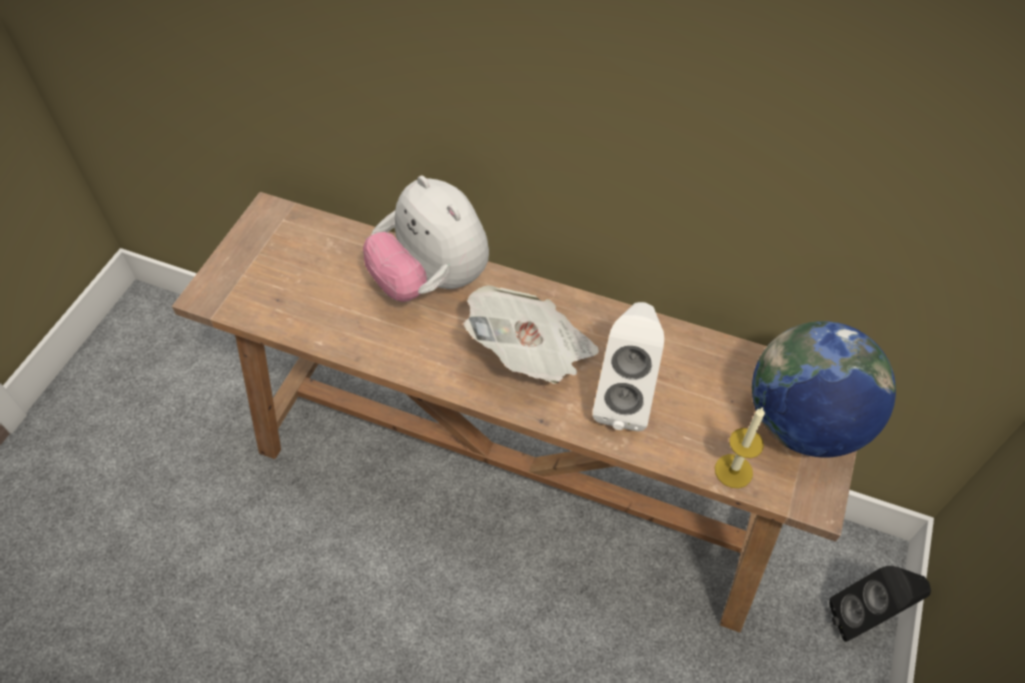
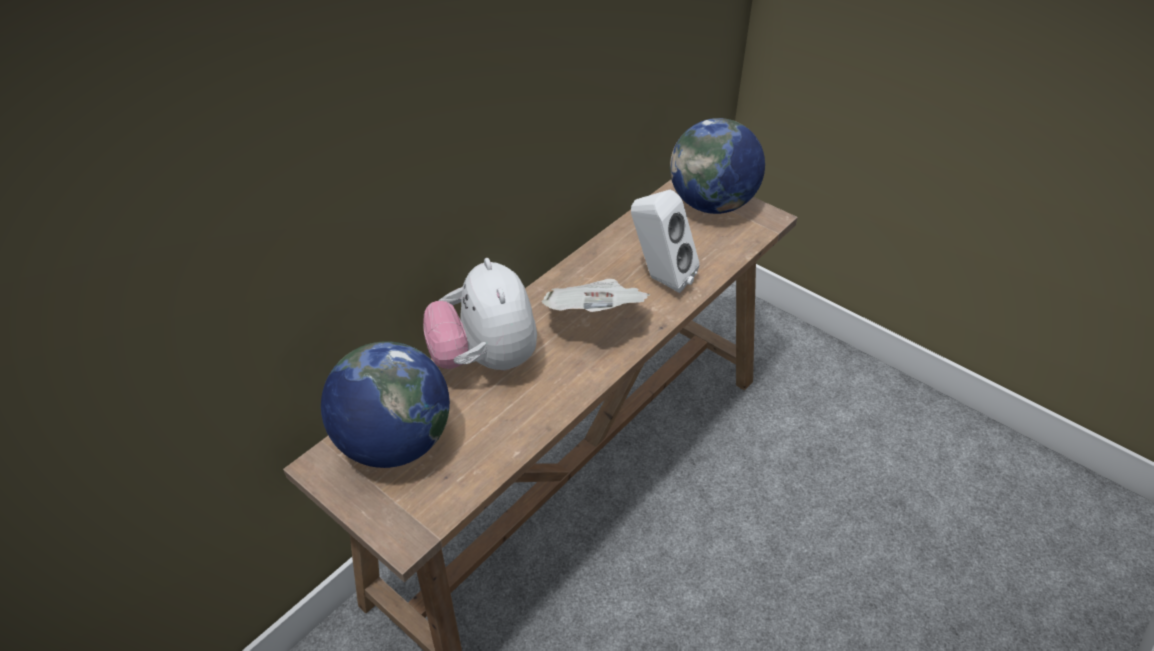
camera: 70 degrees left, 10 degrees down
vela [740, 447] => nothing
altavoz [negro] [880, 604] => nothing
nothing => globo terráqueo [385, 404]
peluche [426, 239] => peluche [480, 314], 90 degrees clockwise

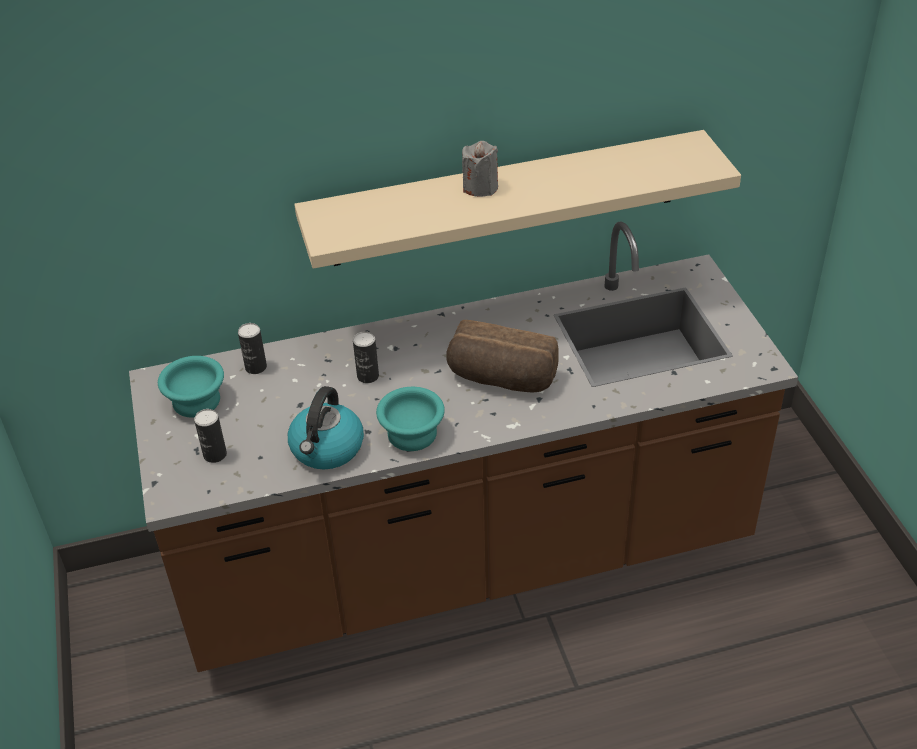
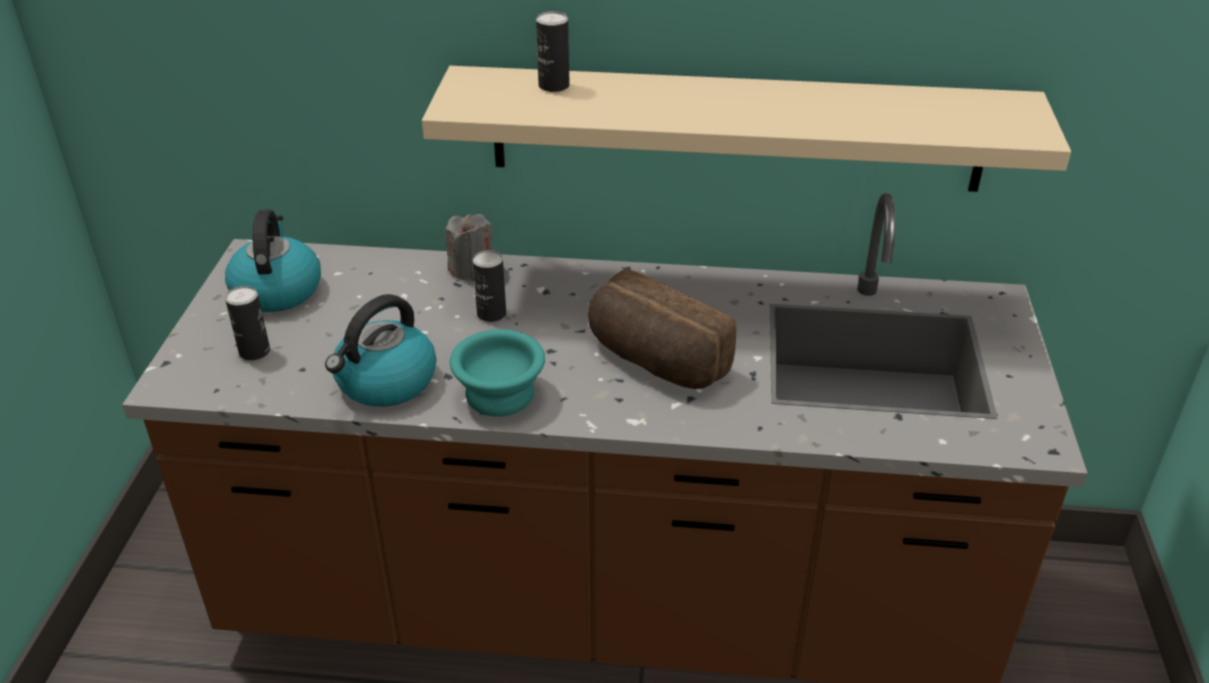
camera: 20 degrees right, 5 degrees down
lata [252, 348] => lata [553, 51], moved
vela [gris] [480, 169] => vela [gris] [469, 248], moved
cuenco [turquesa] [191, 387] => hervidor [273, 260]

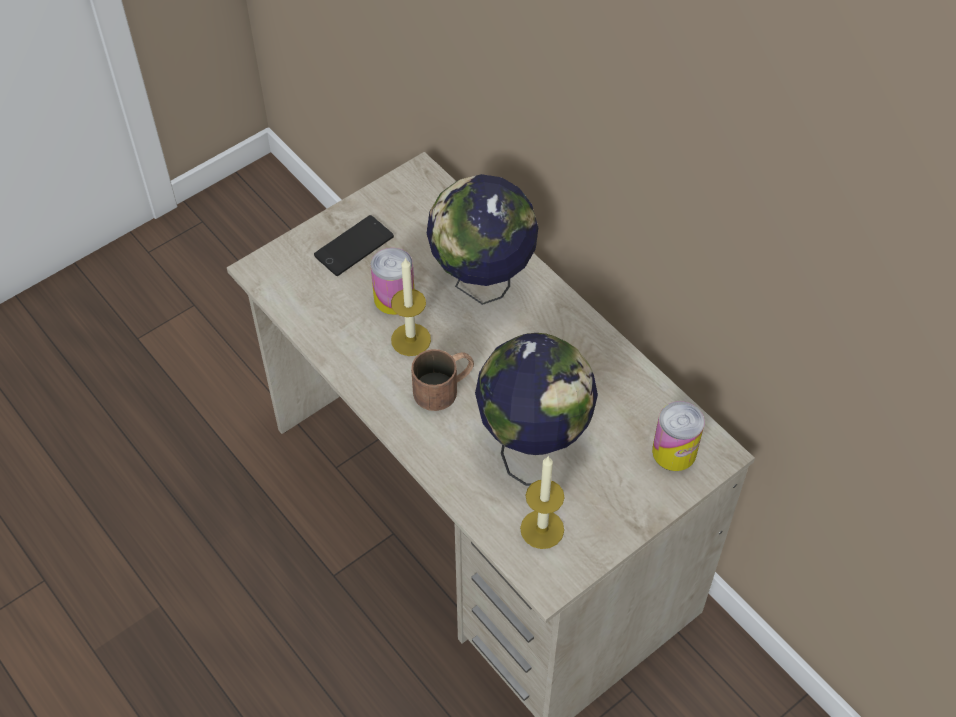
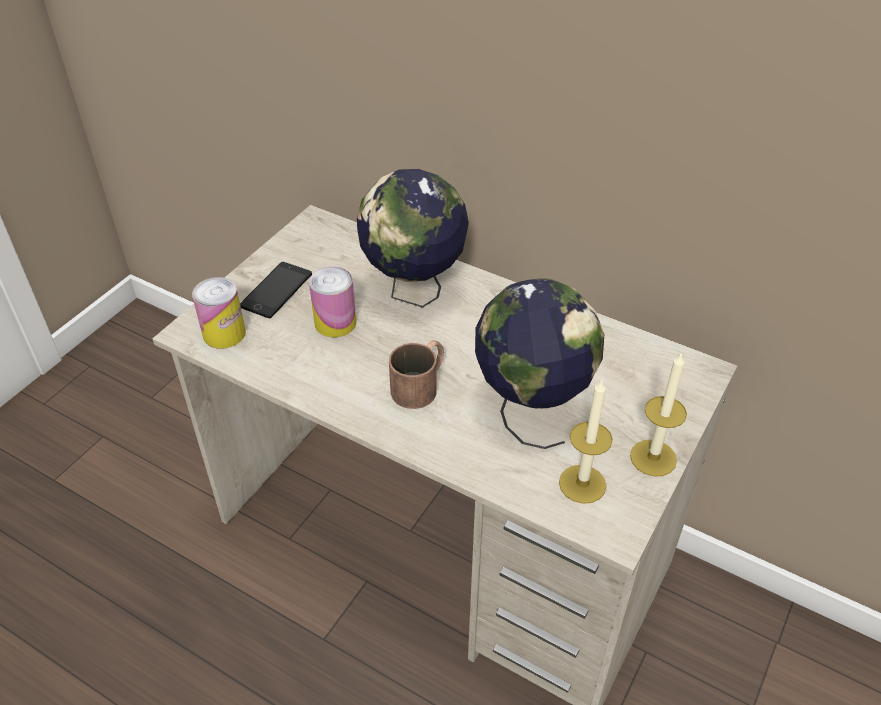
camera: 20 degrees left, 10 degrees down
vela [411, 306] => vela [658, 414], moved
lata [678, 436] => lata [219, 313], moved

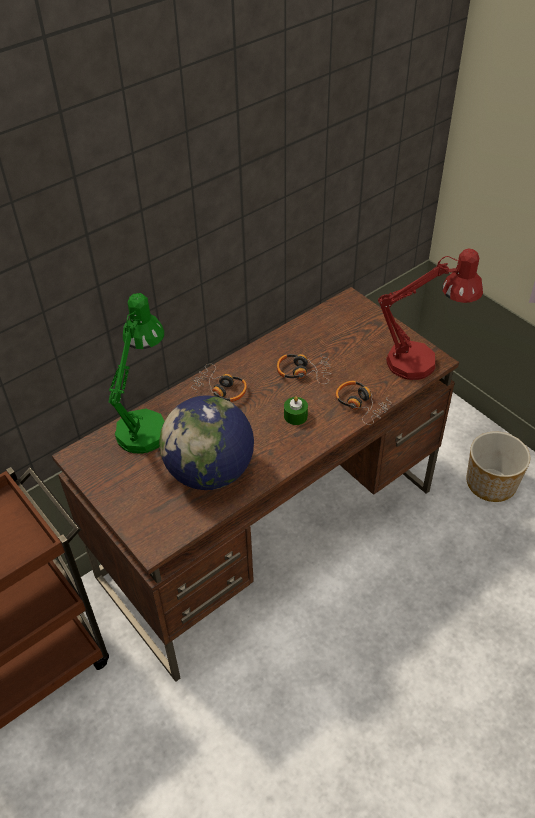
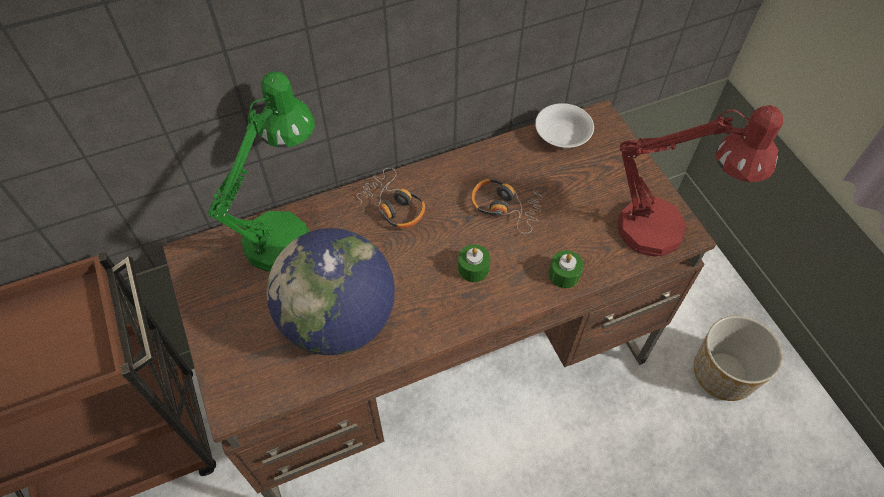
camera: 15 degrees right, 10 degrees up
nothing => cuenco [blanco] [564, 125]
auriculares [363, 403] => vela [verde] [566, 269]

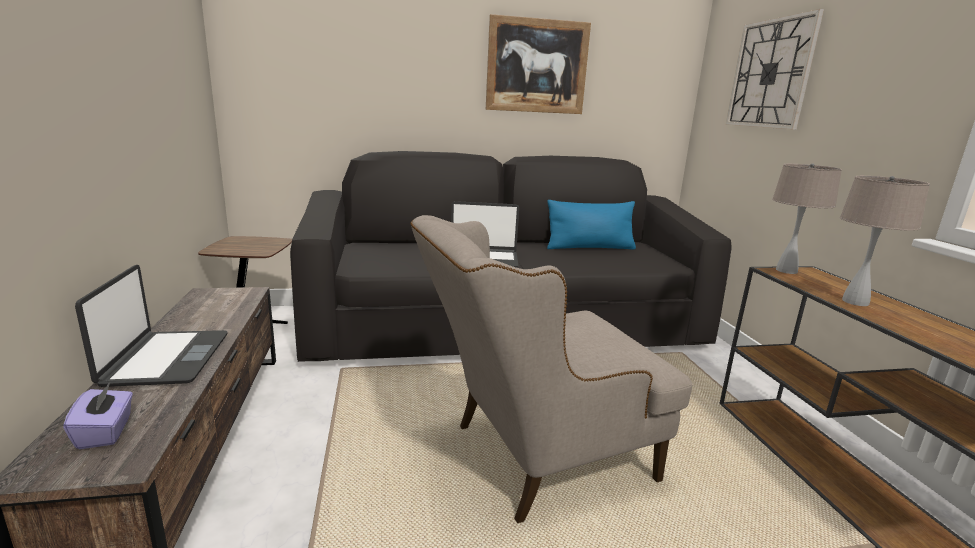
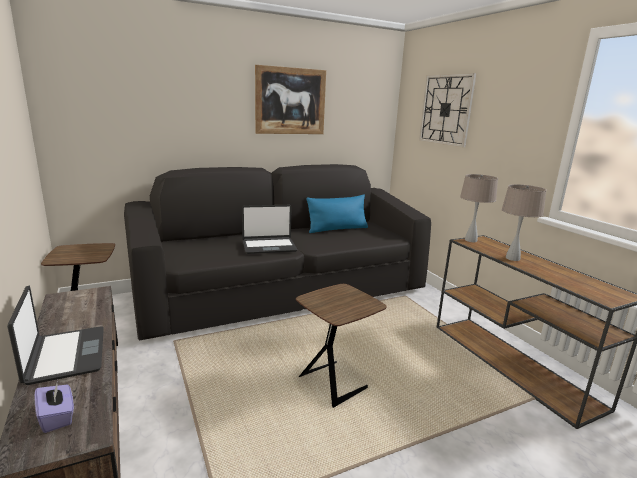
camera: 15 degrees left, 0 degrees up
sillón [beis] [551, 369] => mesa auxiliar [marrón] [341, 346]

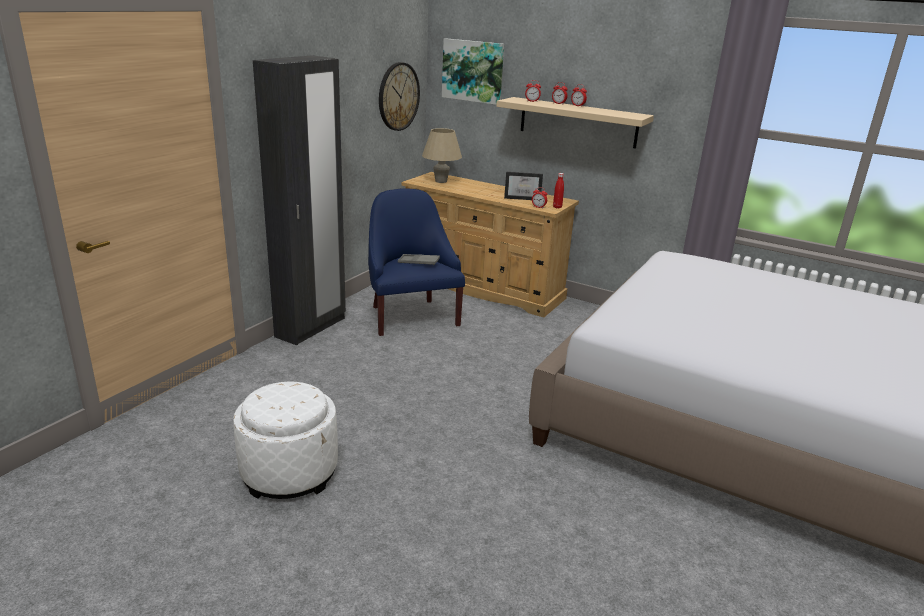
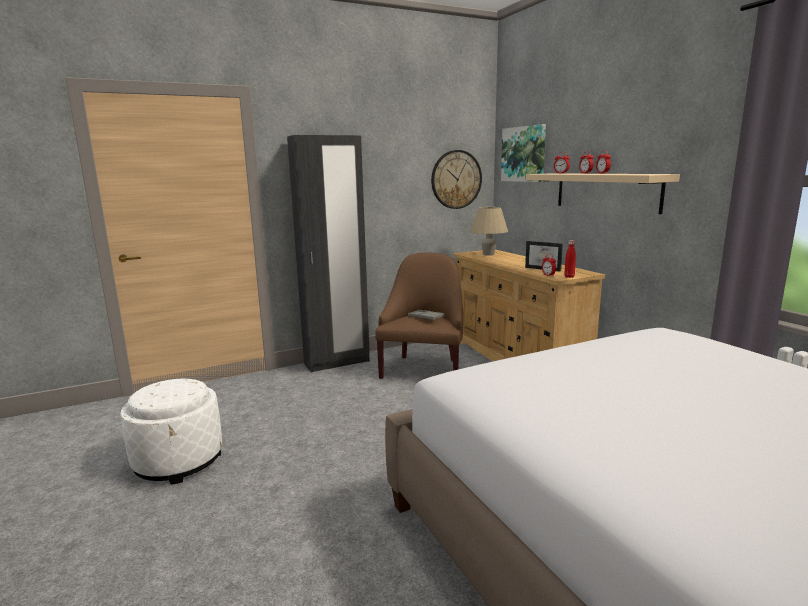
camera: 35 degrees right, 10 degrees down
sillón [azul] [416, 262] => sillón [marrón] [419, 316]

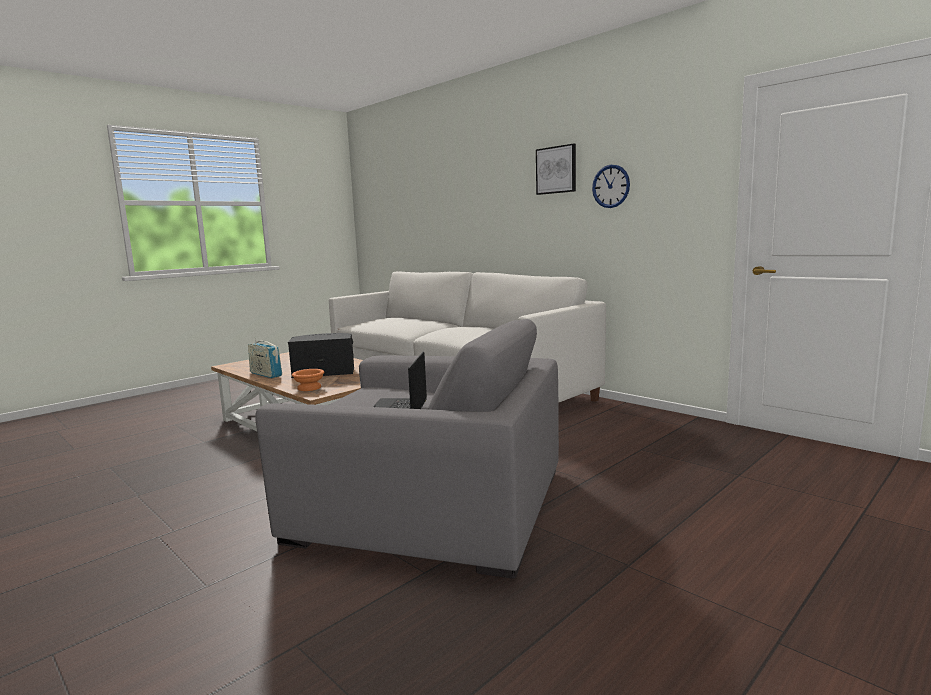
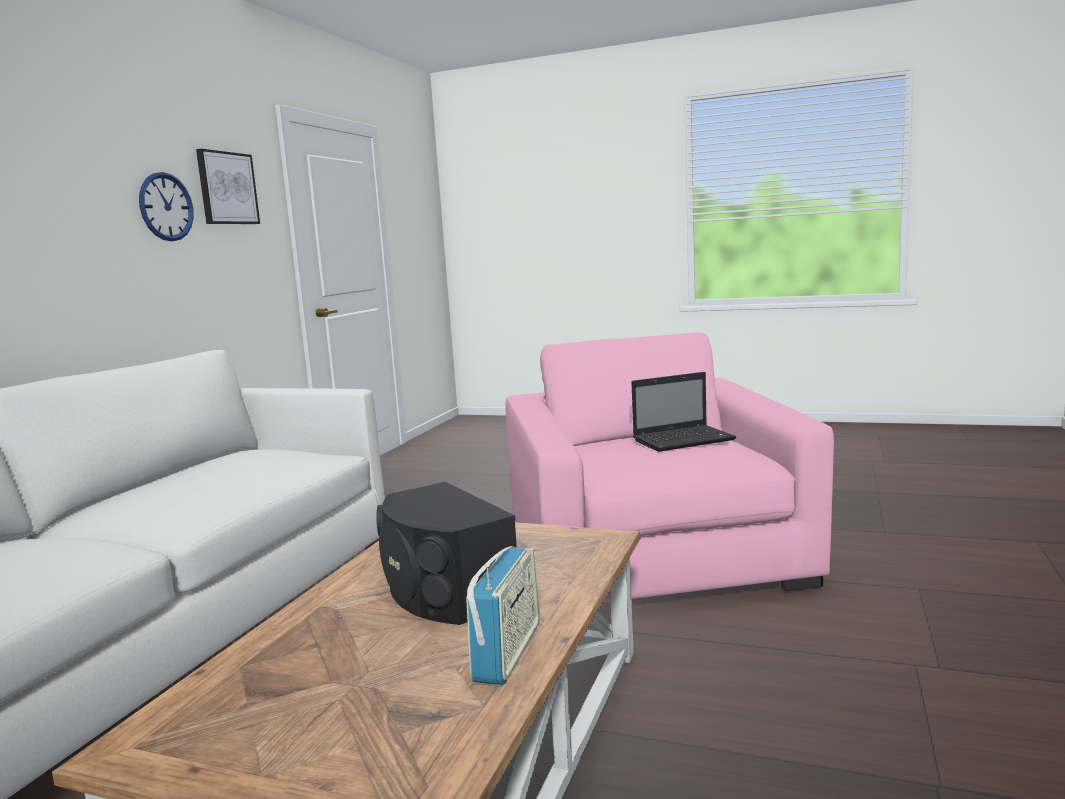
camera: 115 degrees left, 0 degrees up
cuenco [naranja] [308, 380] => nothing
cuadro [556, 169] => cuadro [228, 186], moved
sillón [gris] [407, 449] => sillón [rosa] [669, 467]

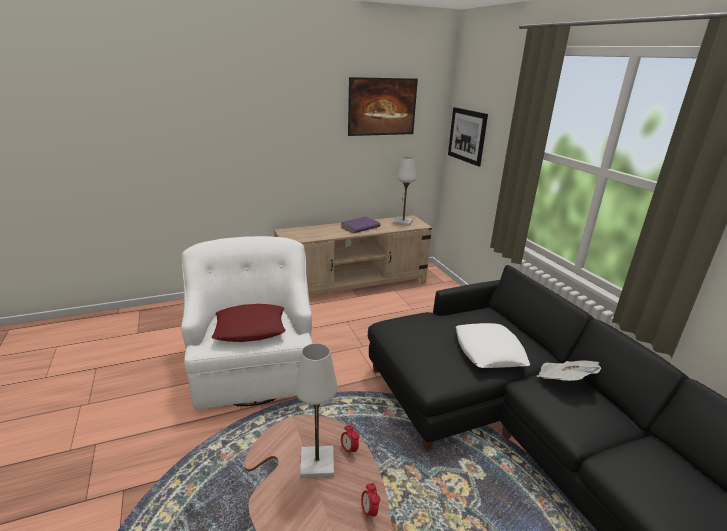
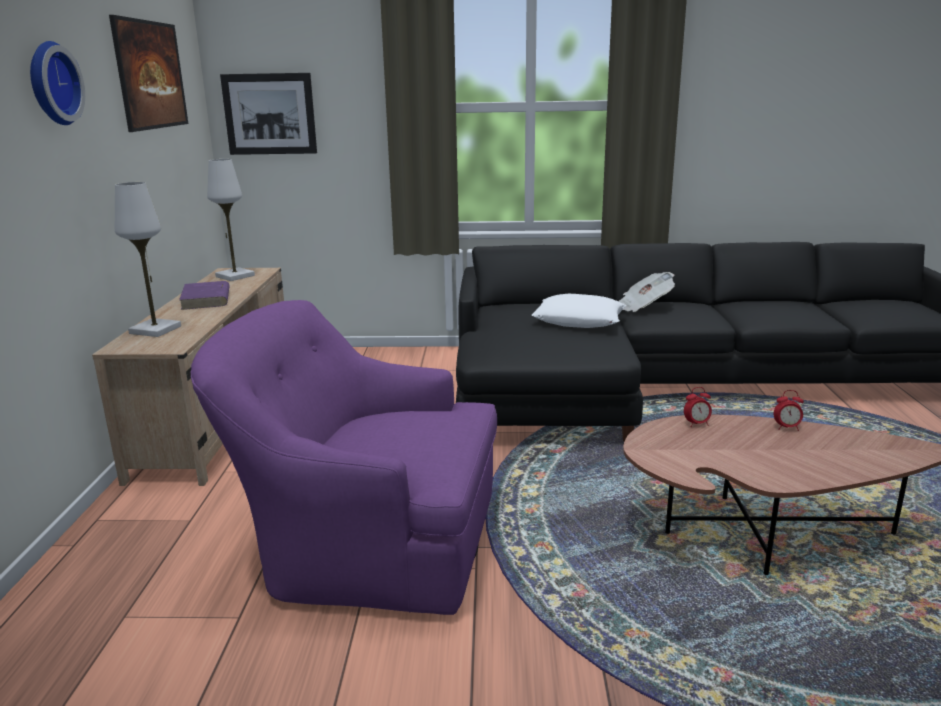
camera: 65 degrees left, 5 degrees down
cojín [rojo] [249, 323] => nothing
nothing => reloj de pared [57, 83]
lámpara de mesa [blanco] [316, 410] => lámpara de mesa [blanco] [148, 259], moved
sillón [blanco] [247, 322] => sillón [morado] [344, 457]

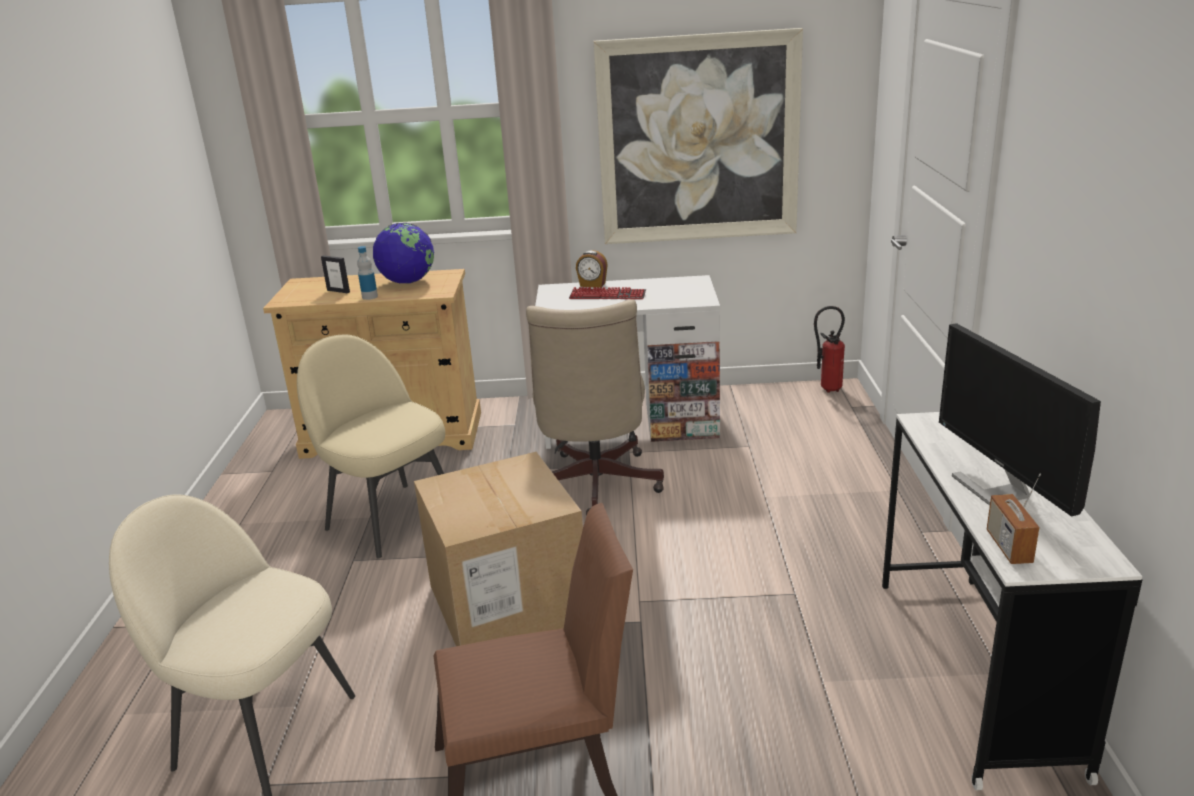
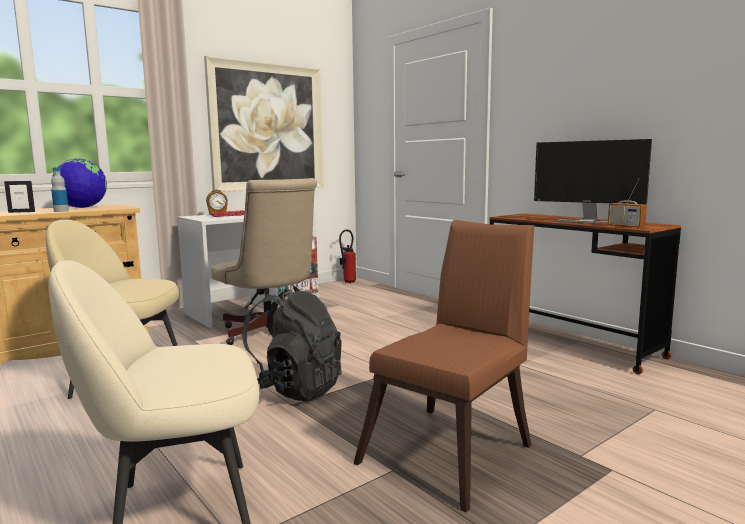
camera: 40 degrees left, 15 degrees down
caja de cartón [498, 549] => mochila [negro] [292, 345]
escritorio [blanco] [1012, 601] => escritorio [marrón] [585, 294]

